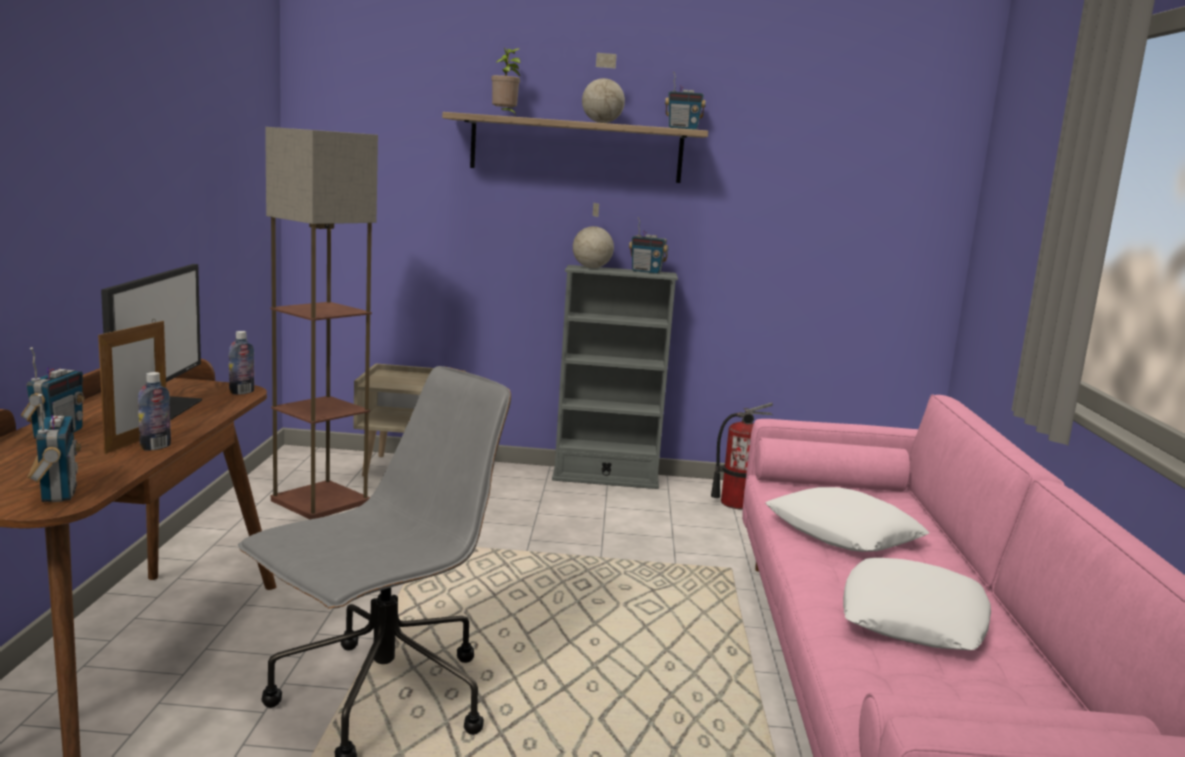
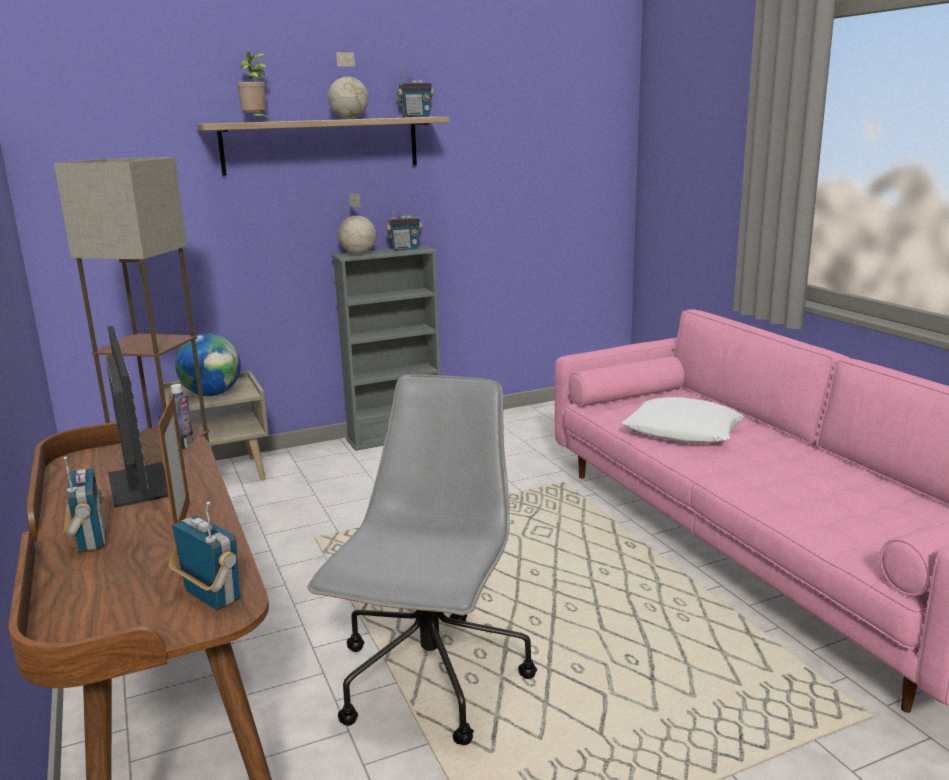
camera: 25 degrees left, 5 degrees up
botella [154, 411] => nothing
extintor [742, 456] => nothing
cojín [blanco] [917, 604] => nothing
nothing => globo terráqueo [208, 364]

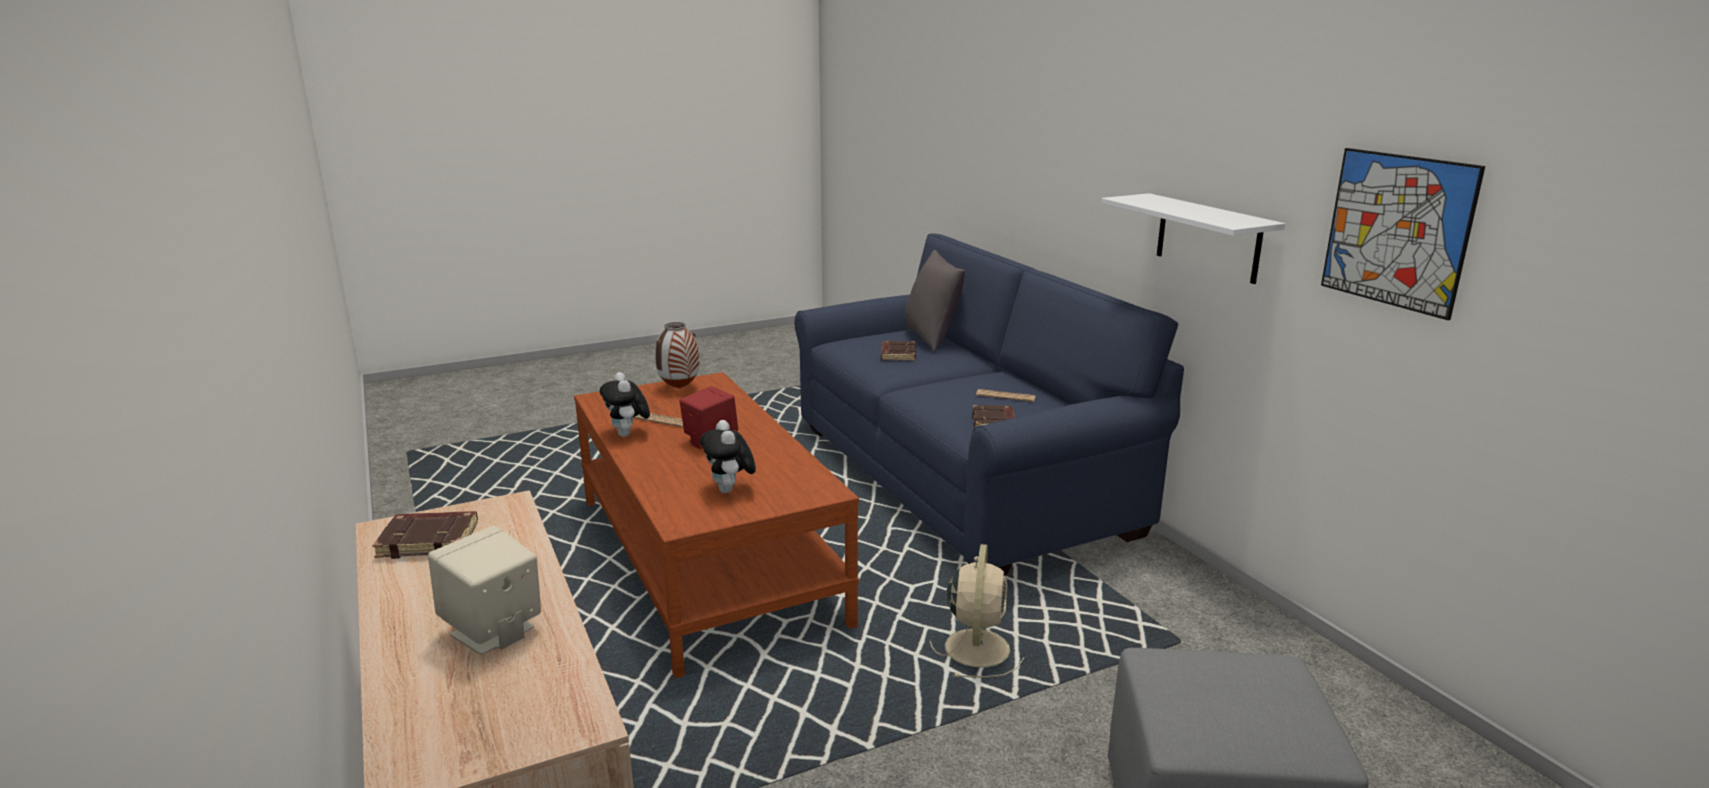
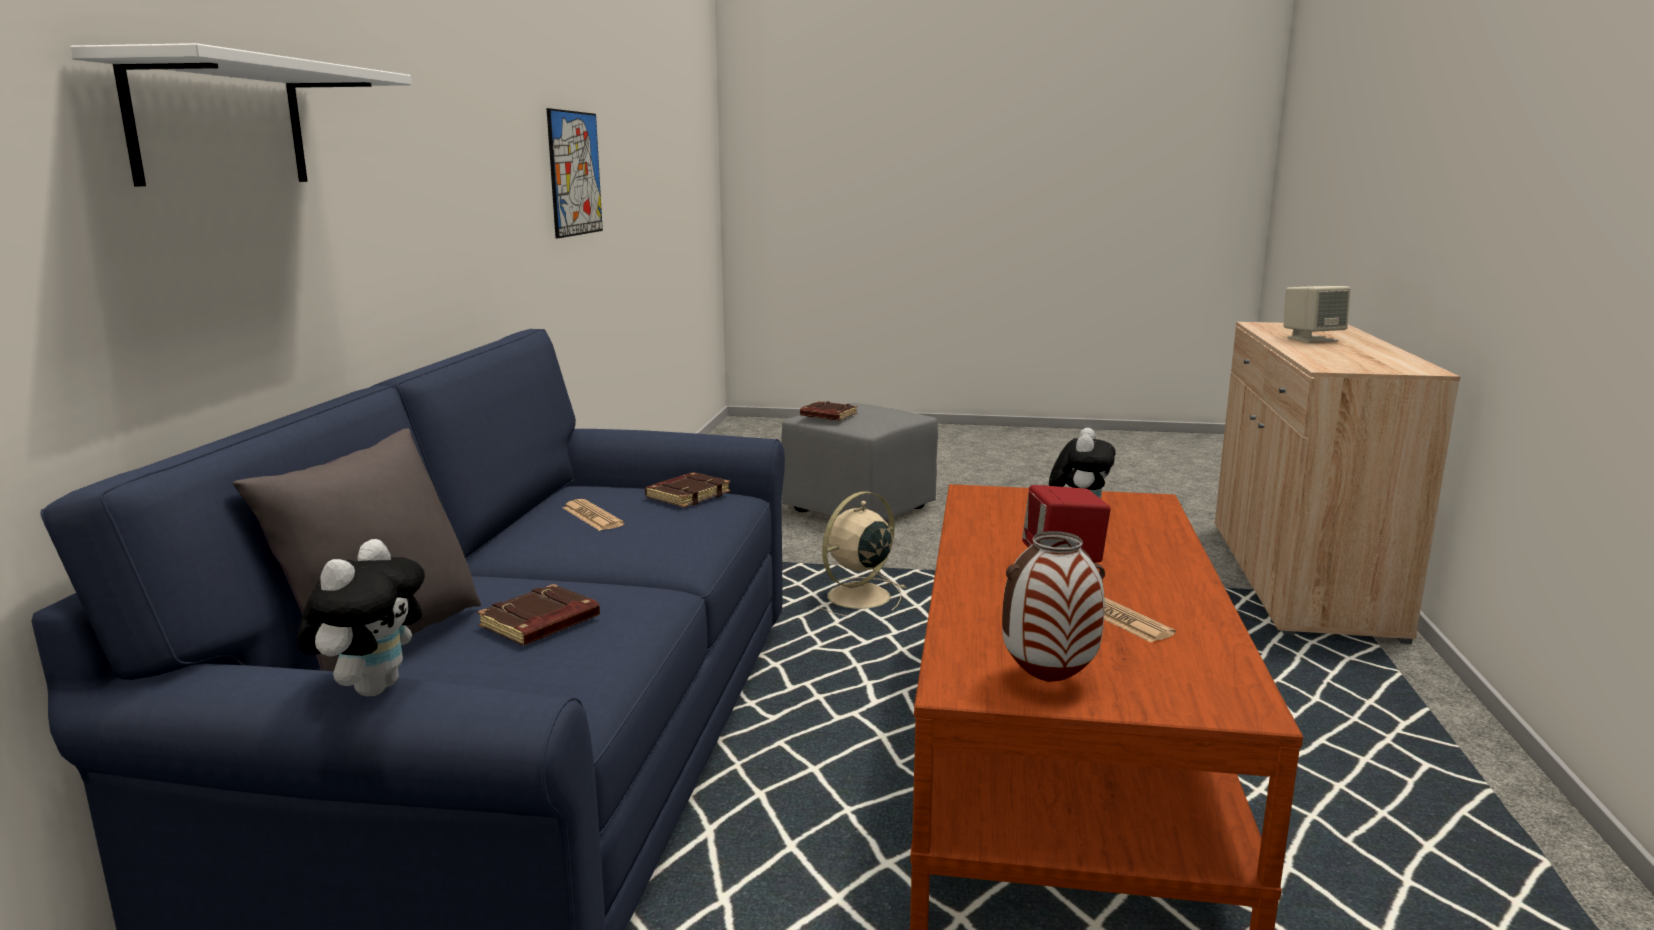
camera: 145 degrees left, 5 degrees down
libro [marrón] [425, 535] => libro [marrón] [829, 410], moved
peluche [625, 404] => peluche [361, 618], moved
estante [blanco] [1193, 238] => estante [blanco] [241, 114], moved

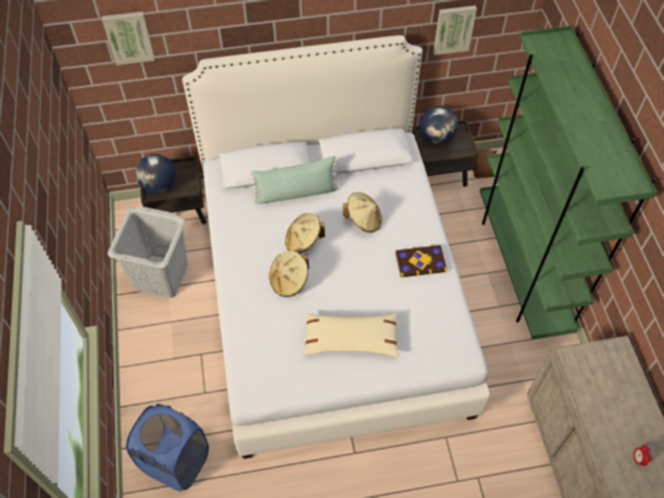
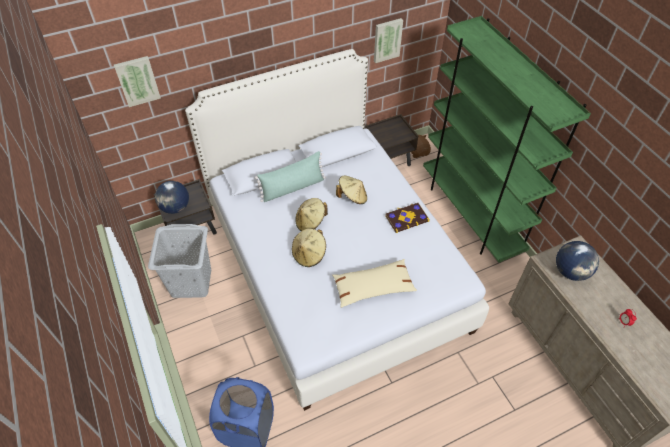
camera: 15 degrees left, 5 degrees down
globo terráqueo [439, 125] => globo terráqueo [577, 261], moved

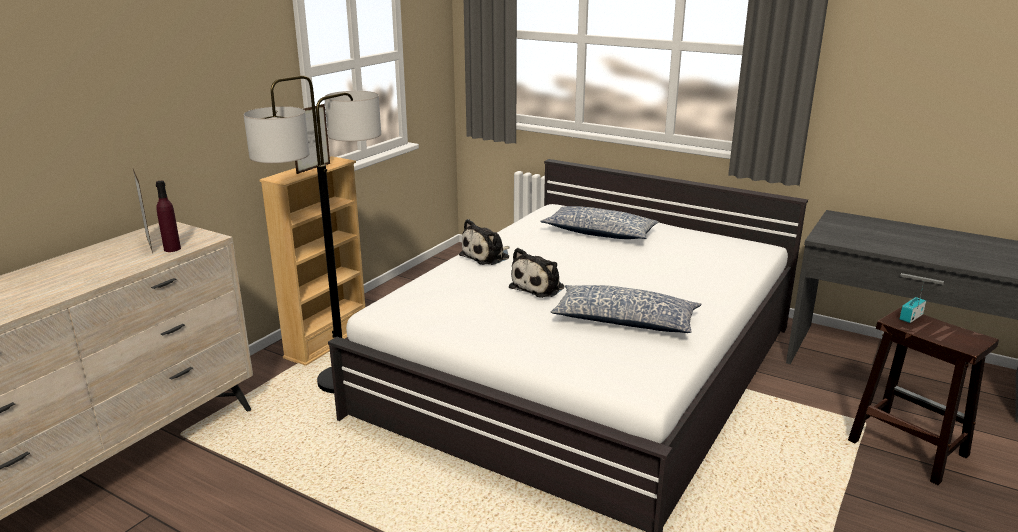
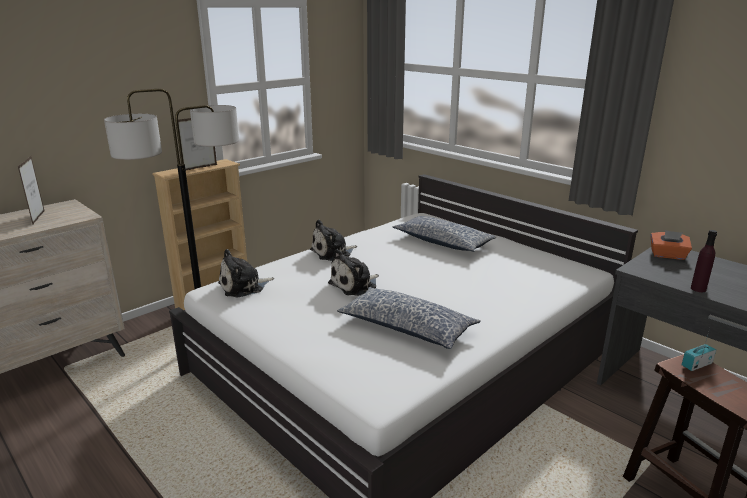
camera: 15 degrees right, 0 degrees up
nothing => peluche [246, 273]
nothing => caja de pañuelos [naranja] [671, 245]
botella [morado] [168, 216] => botella [morado] [704, 261], moved

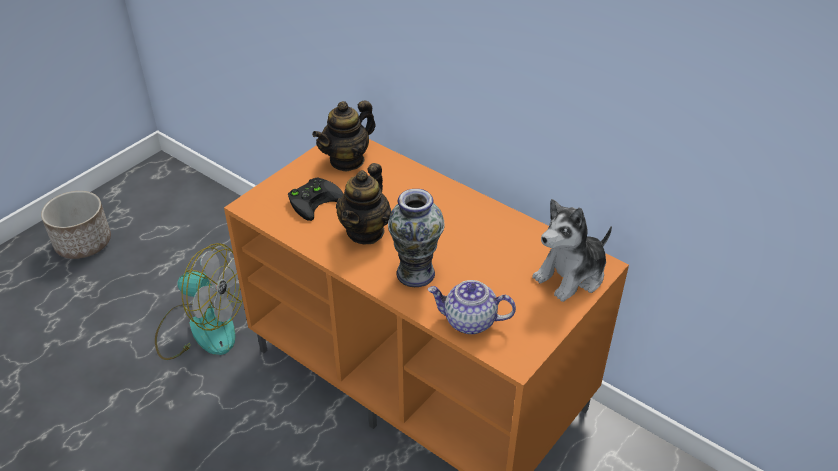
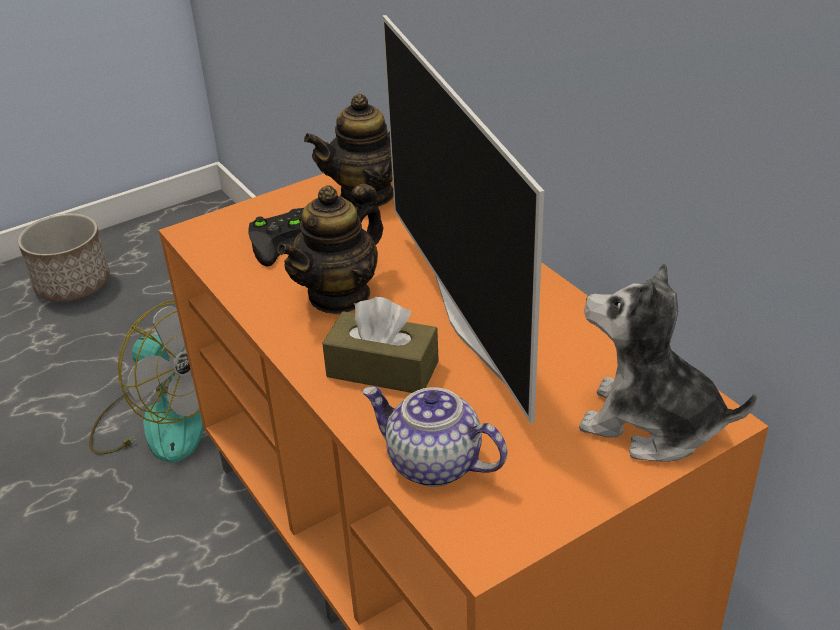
camera: 20 degrees right, 5 degrees down
nothing => televisor [463, 219]
florero [416, 238] => caja de pañuelos [marrón] [380, 345]
peluche [572, 250] => peluche [668, 362], 45 degrees clockwise

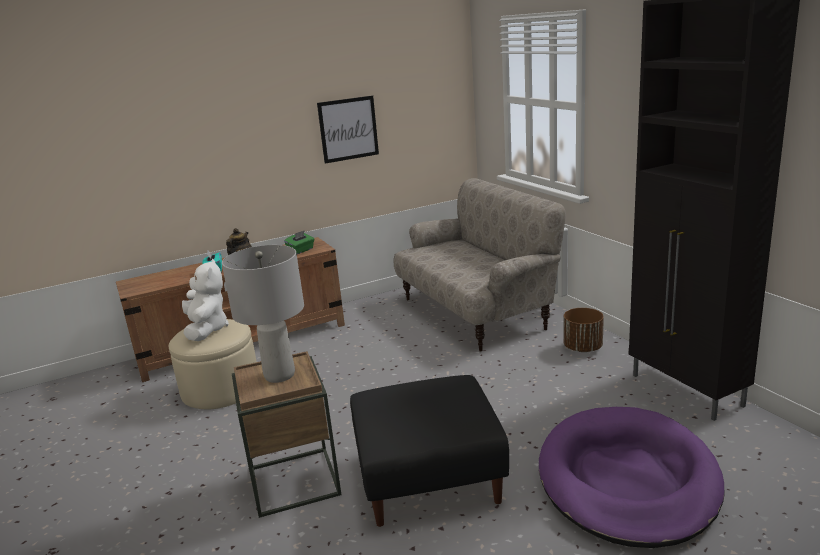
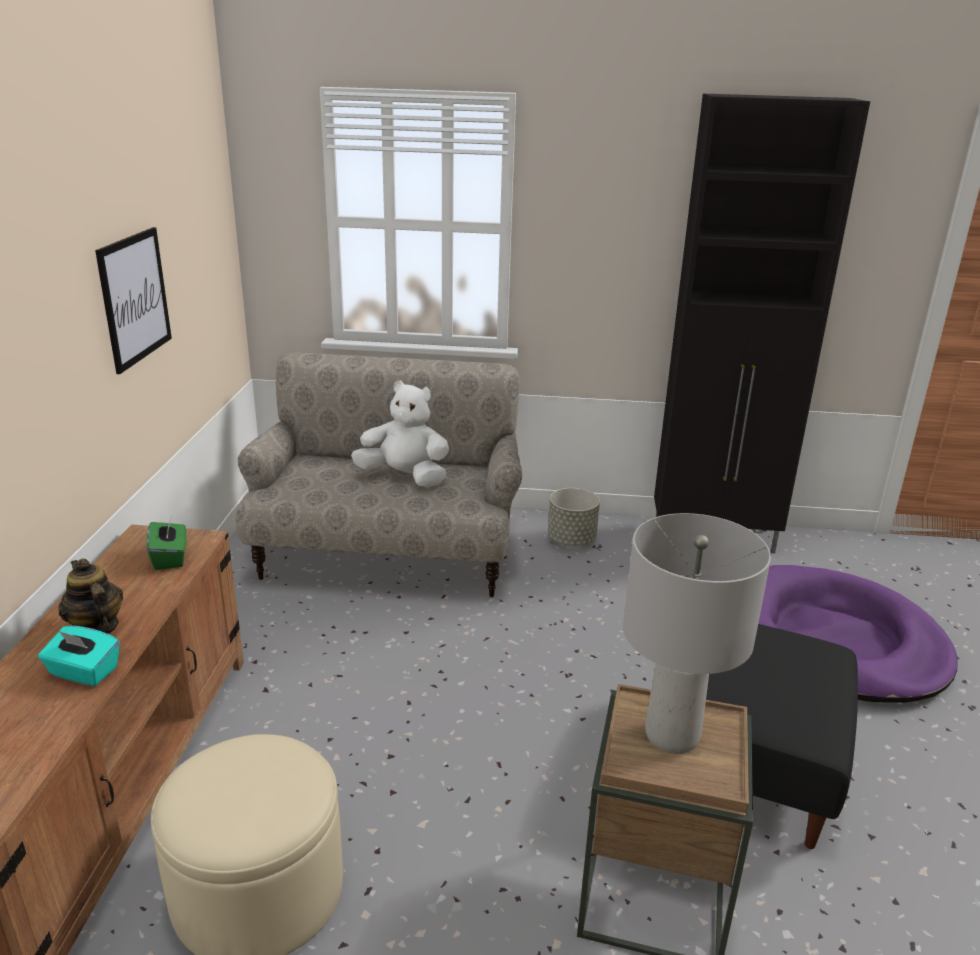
camera: 60 degrees left, 5 degrees up
peluche [blanco] [205, 300] => peluche [blanco] [400, 434], moved
maceta [marrón] [584, 330] => maceta [gris] [574, 517]

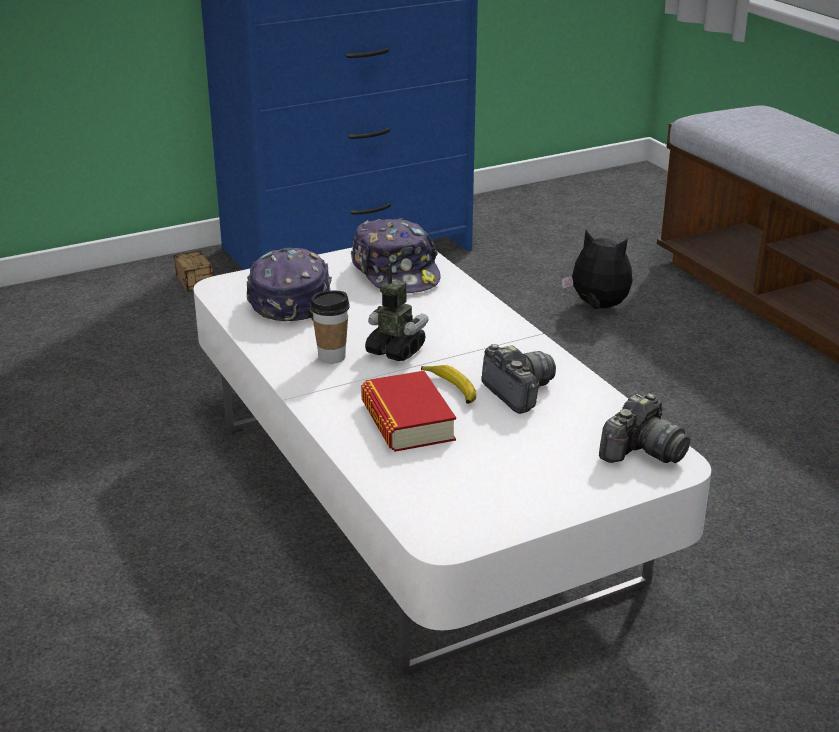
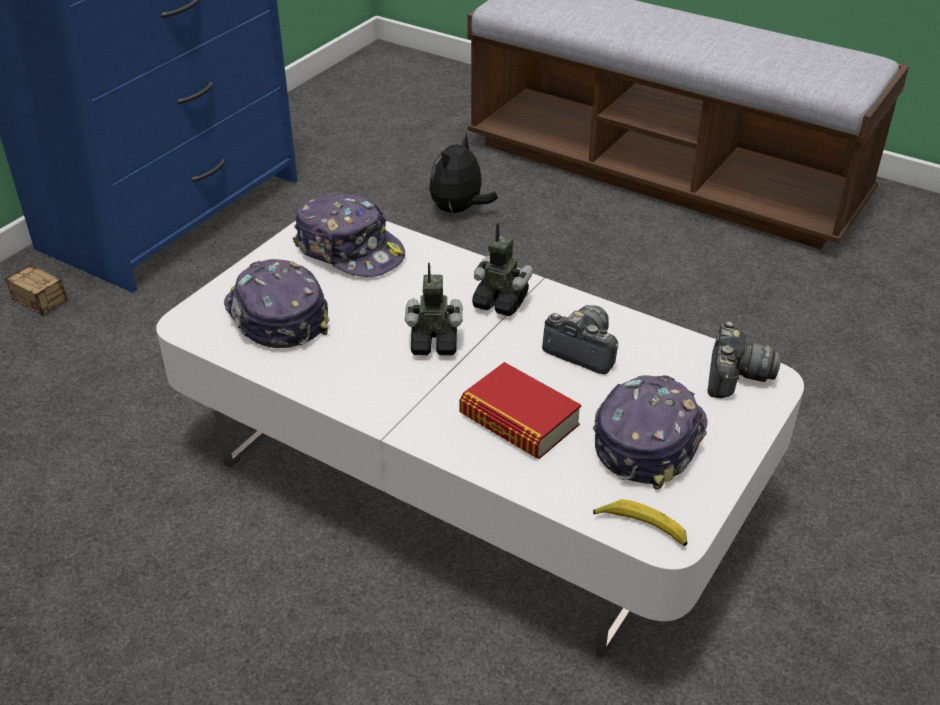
camera: 30 degrees left, 10 degrees up
taza [330, 327] => nothing
nothing => robot de juguete [502, 269]
nothing => gorra [650, 432]
plátano [448, 384] => plátano [640, 522], moved
peluche [597, 269] => peluche [463, 173], 60 degrees counterclockwise

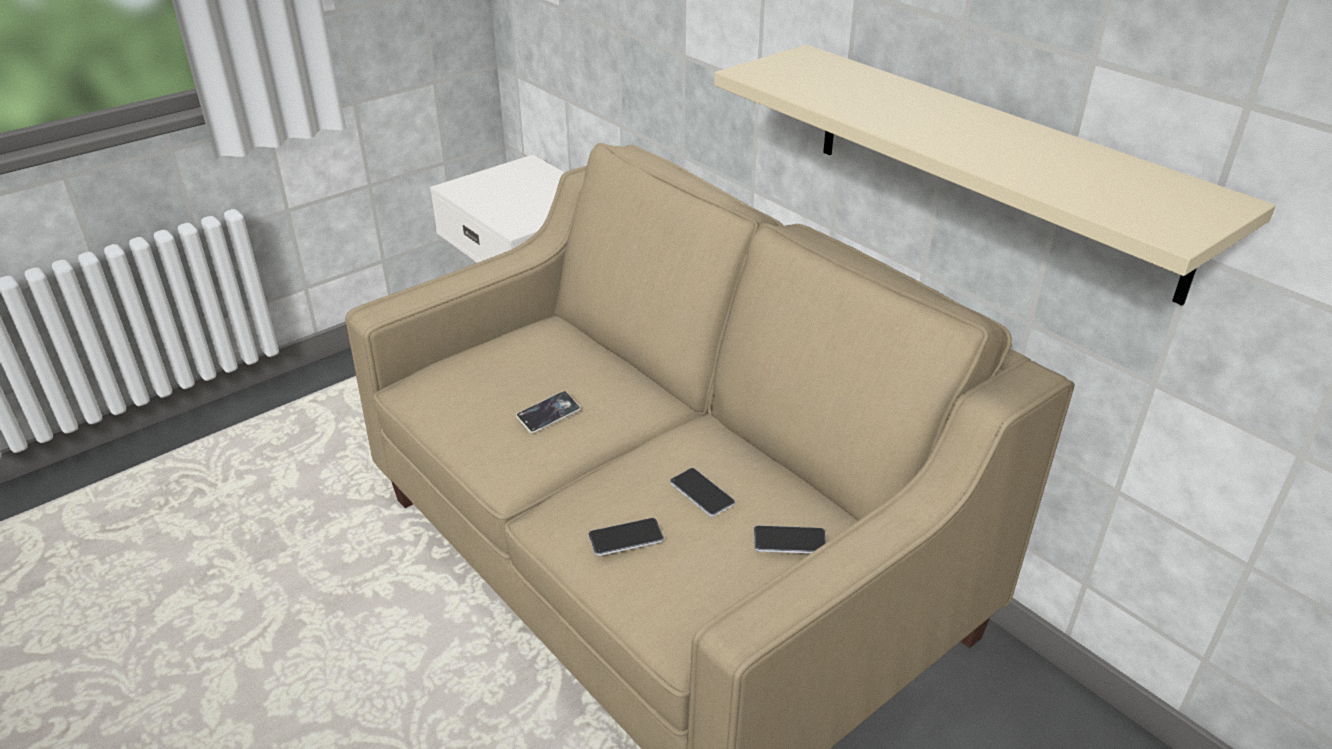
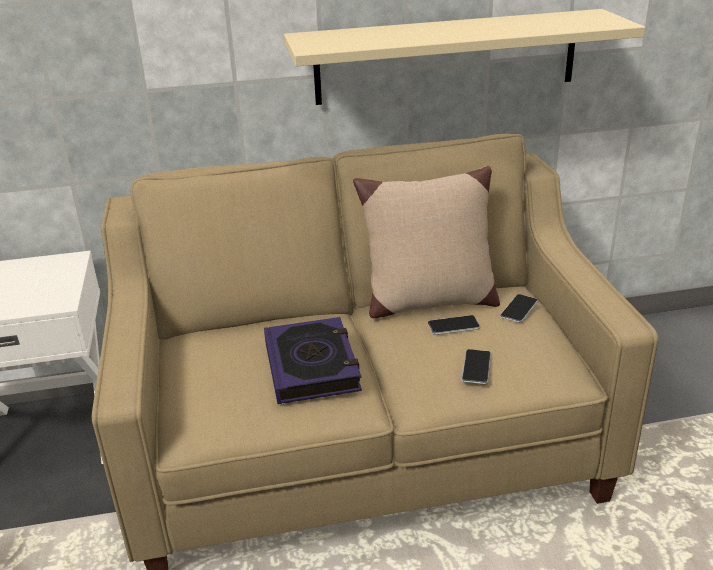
camera: 60 degrees left, 5 degrees down
nothing => cojín [beis] [426, 242]
móvil [548, 412] => libro [313, 360]

